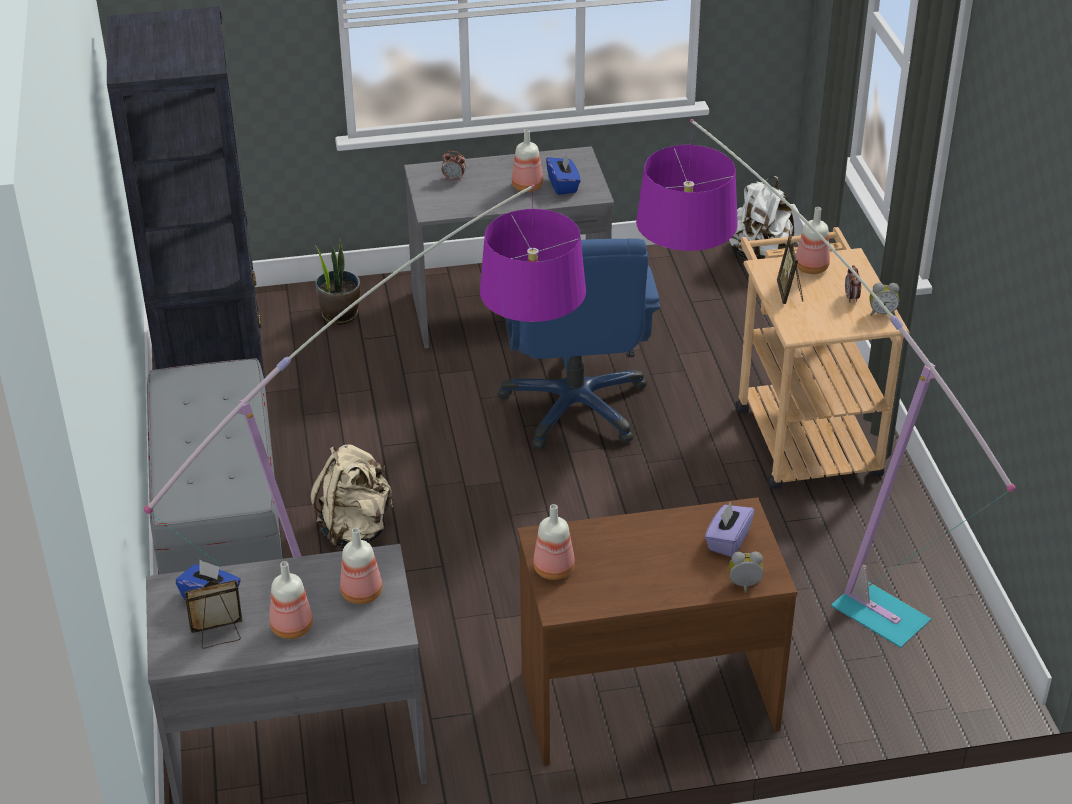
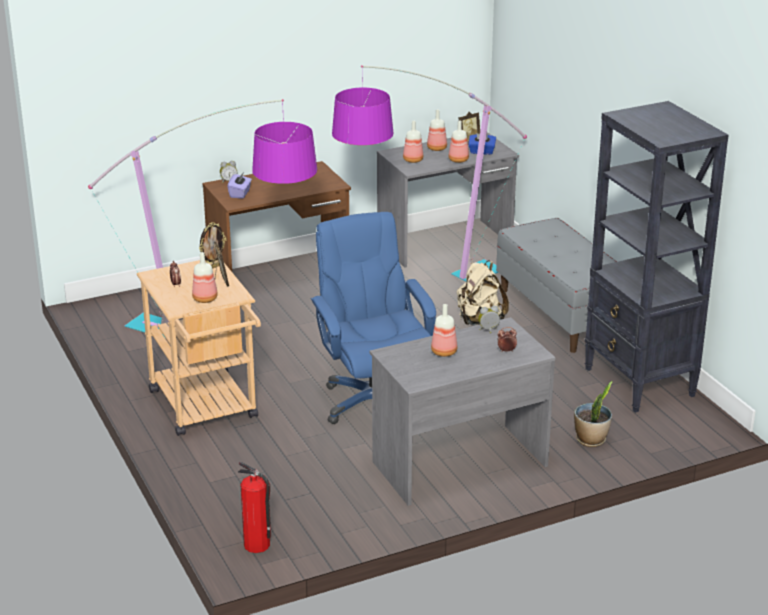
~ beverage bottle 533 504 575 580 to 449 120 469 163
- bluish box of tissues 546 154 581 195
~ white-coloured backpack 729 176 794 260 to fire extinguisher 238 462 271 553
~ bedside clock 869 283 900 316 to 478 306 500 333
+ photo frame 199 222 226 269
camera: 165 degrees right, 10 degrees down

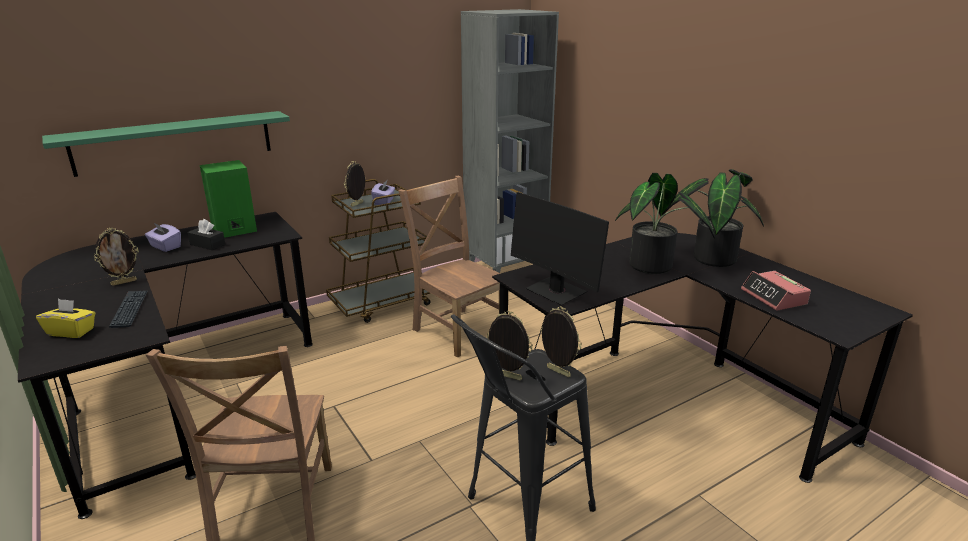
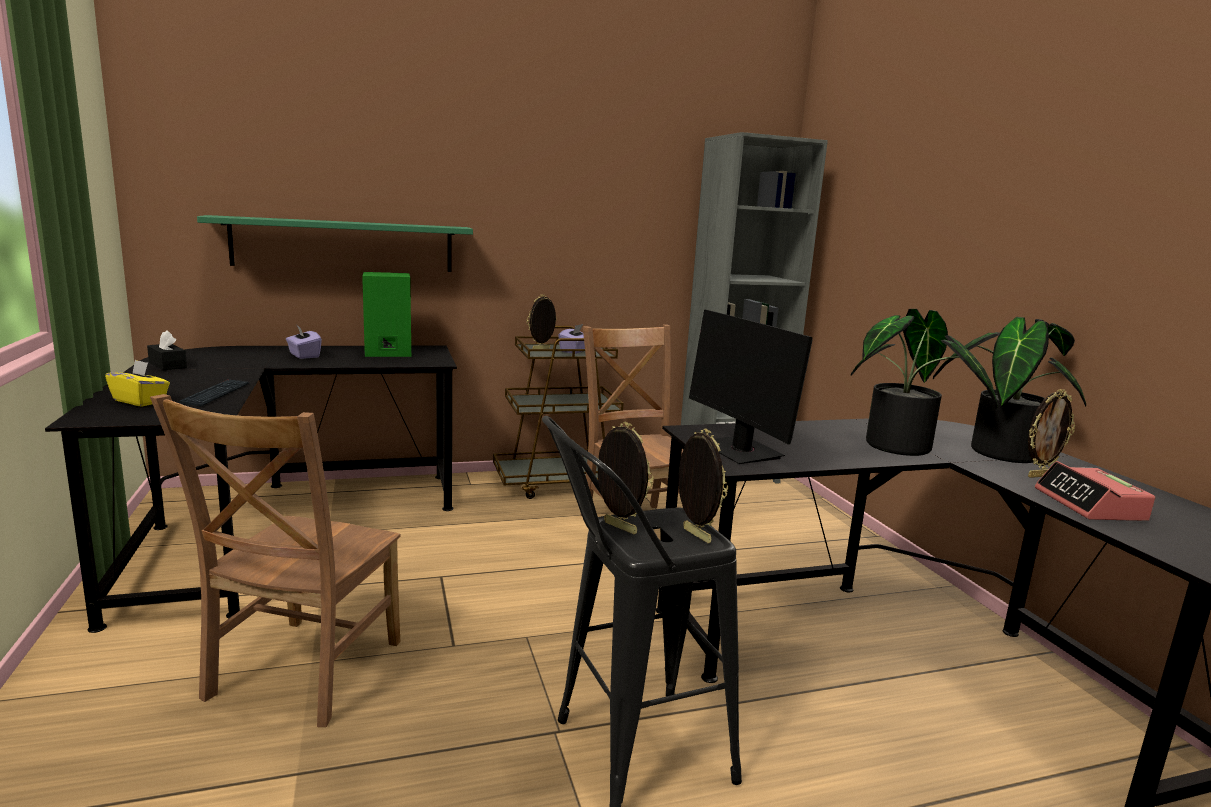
~ photo frame 94 228 139 286 to 1028 389 1075 478
~ blackish box of tissues 188 219 225 250 to 147 330 187 370
camera: 15 degrees right, 10 degrees down

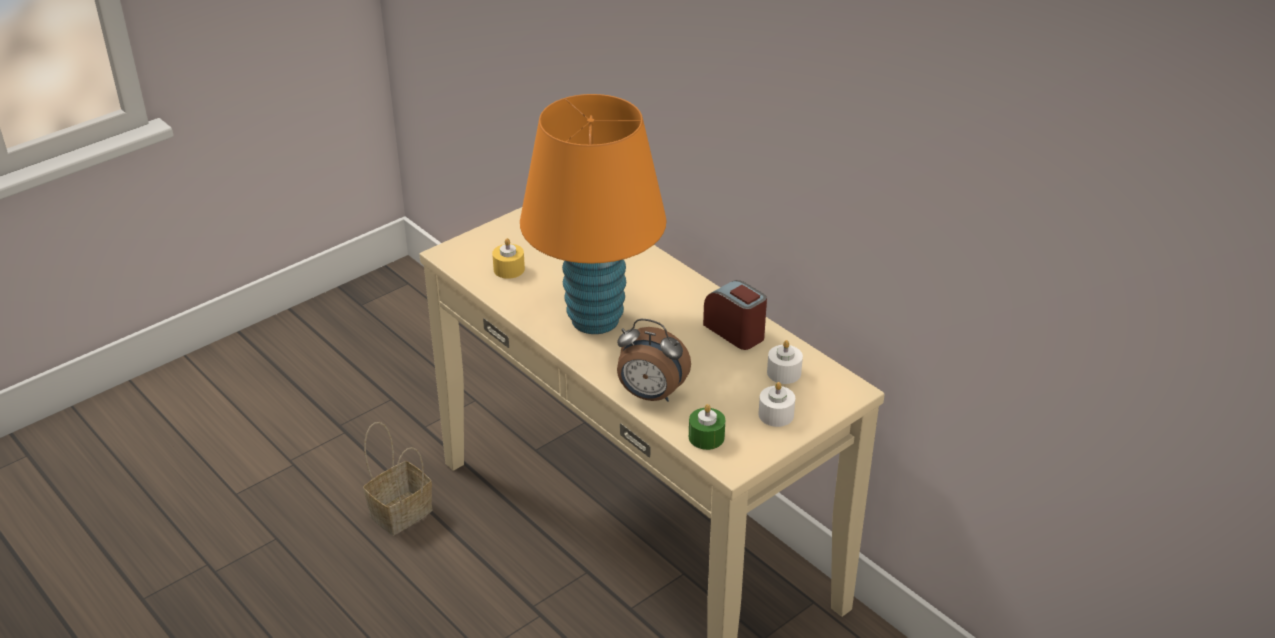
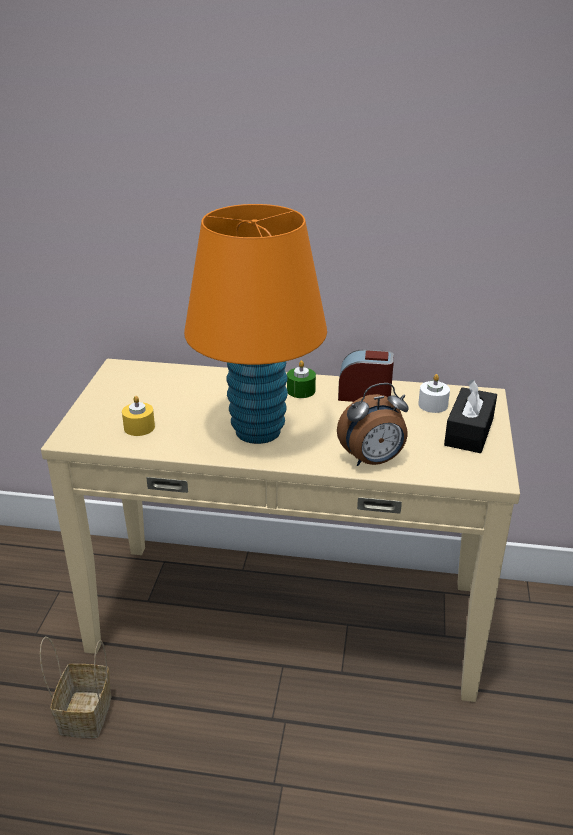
~ green candle 689 404 725 450 to 287 360 316 398
~ white-coloured candle 759 382 795 427 to blackish box of tissues 444 379 497 453
camera: 40 degrees left, 5 degrees down

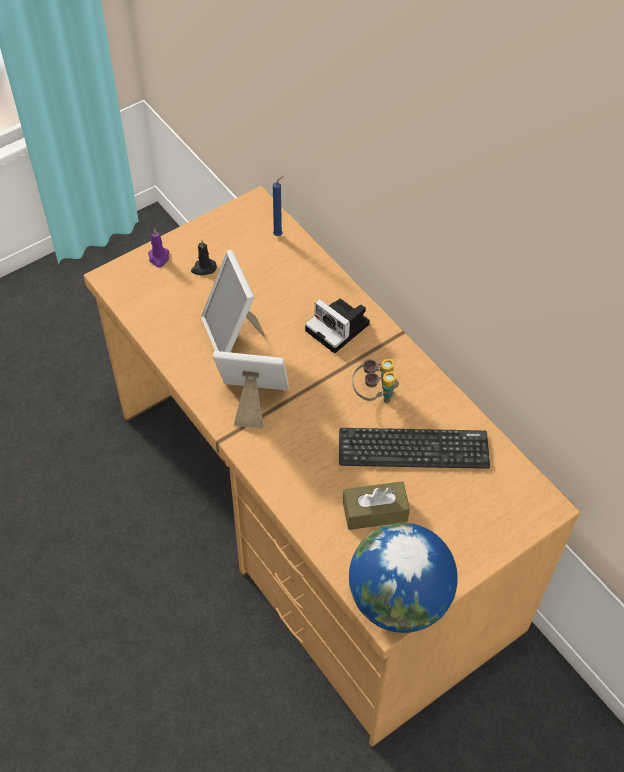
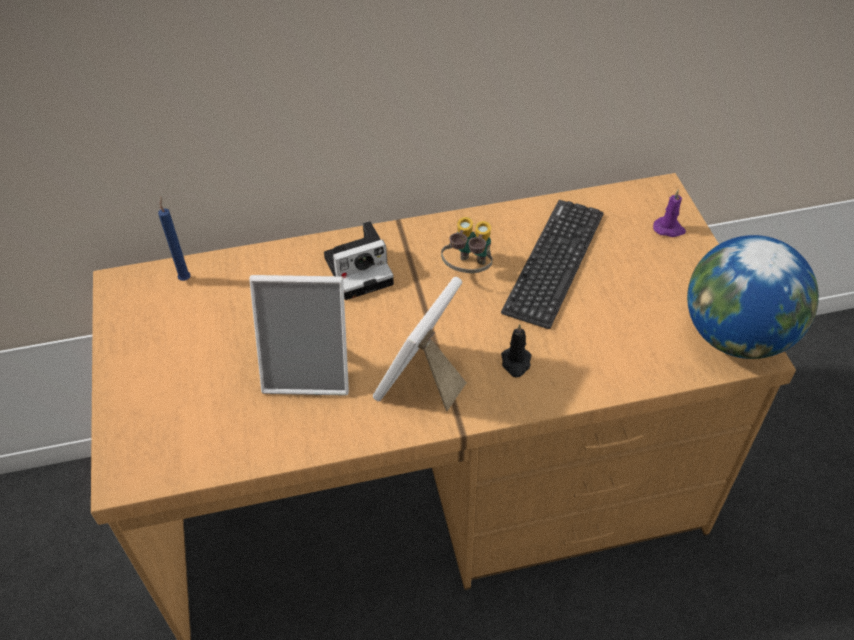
~ purplish candle 148 228 169 268 to 653 189 686 237
~ blackish candle 191 240 217 276 to 501 324 531 378
- brownish box of tissues 343 481 410 530
camera: 65 degrees left, 5 degrees down

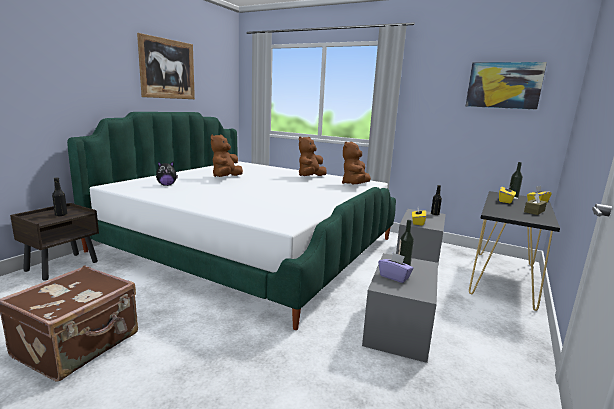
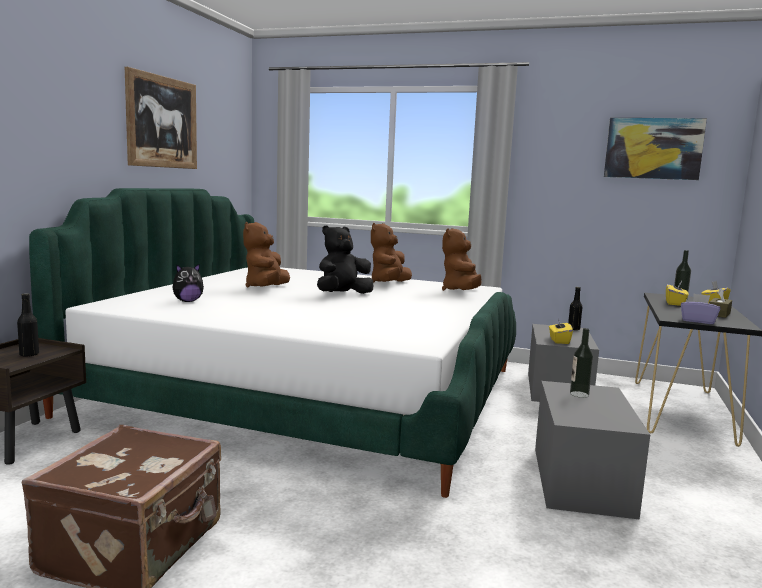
~ purplish box of tissues 378 253 414 283 to 681 293 721 324
+ blackish soft toy 317 225 373 294
camera: 10 degrees left, 5 degrees down

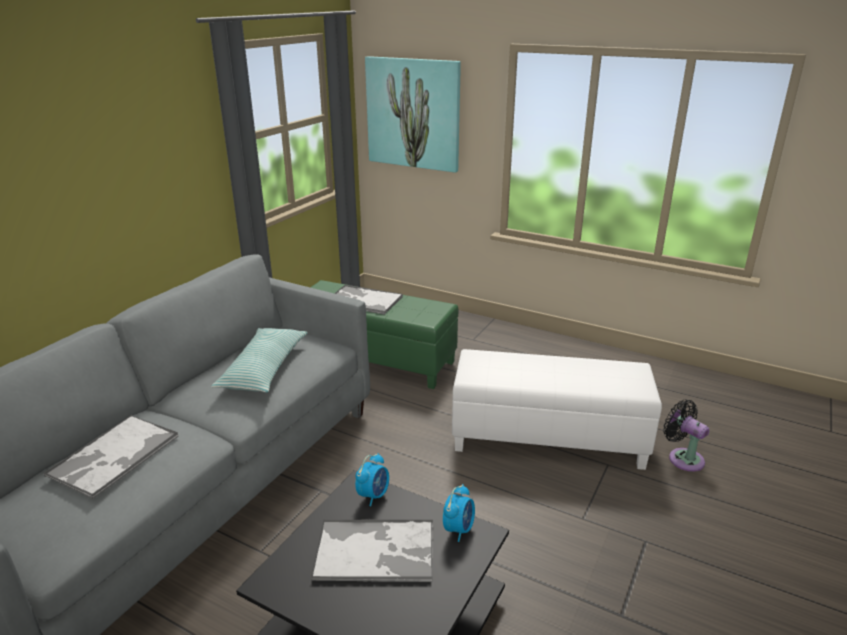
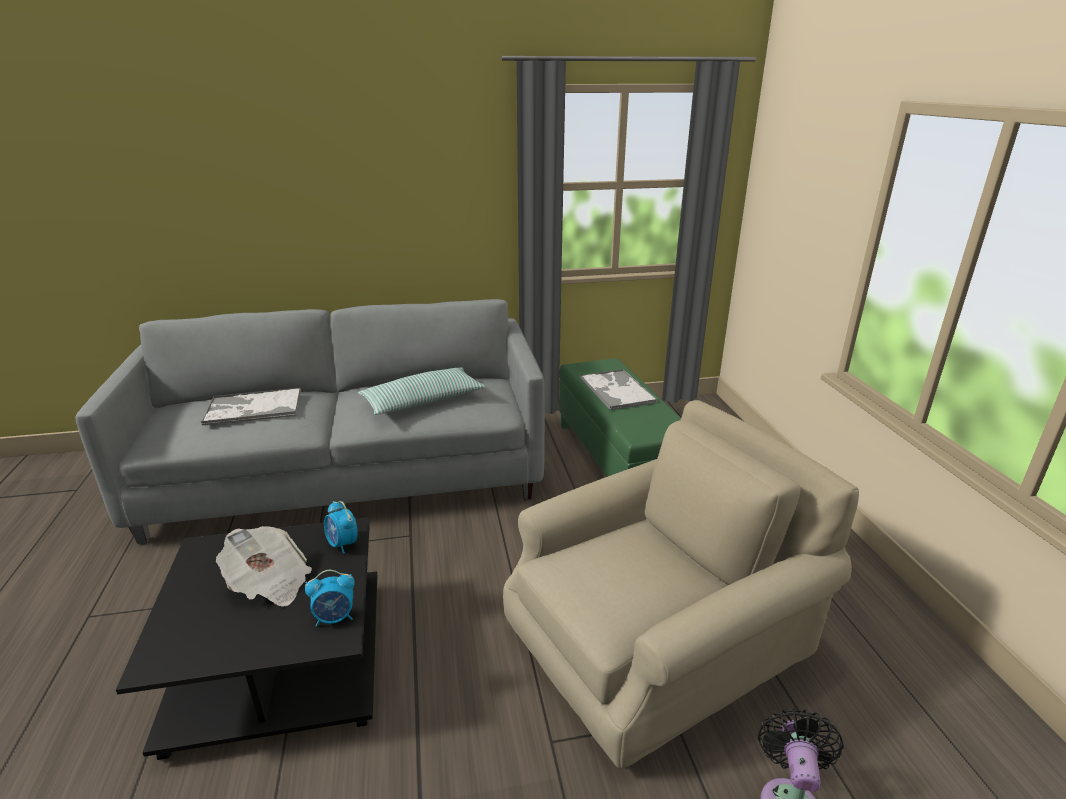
~ tray 311 520 433 582 to printed paper 216 526 312 607
~ bedside clock 355 453 389 506 = 324 501 358 554 60 degrees clockwise
- wall picture 365 56 461 173
~ white-coloured footrest 452 349 662 470 to beige-coloured armchair 503 400 859 768
camera: 50 degrees right, 0 degrees up

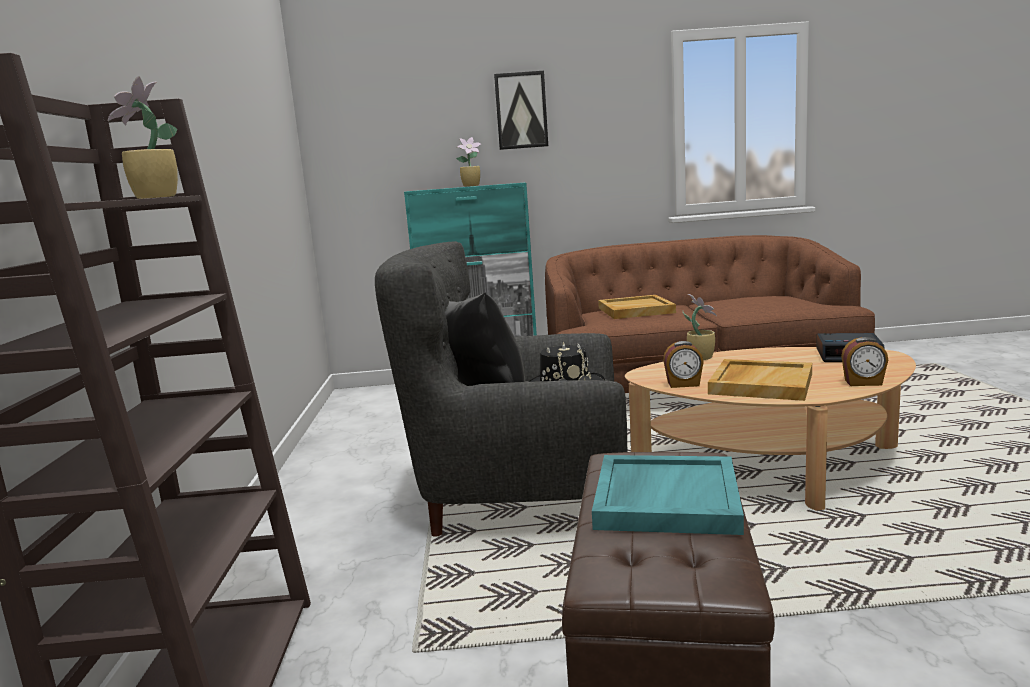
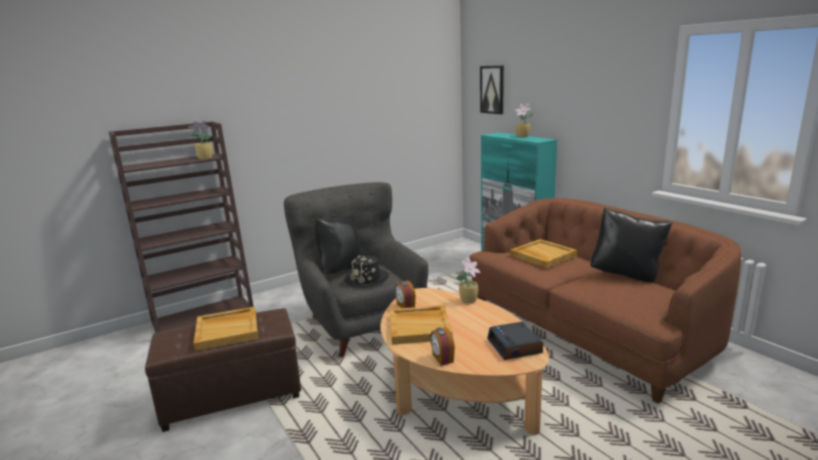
~ wall picture 494 71 548 150 to 480 66 504 114
~ blue-green tray 592 455 744 535 to beige-coloured tray 193 307 258 351
+ blackish cushion 590 207 673 283
camera: 60 degrees right, 5 degrees up

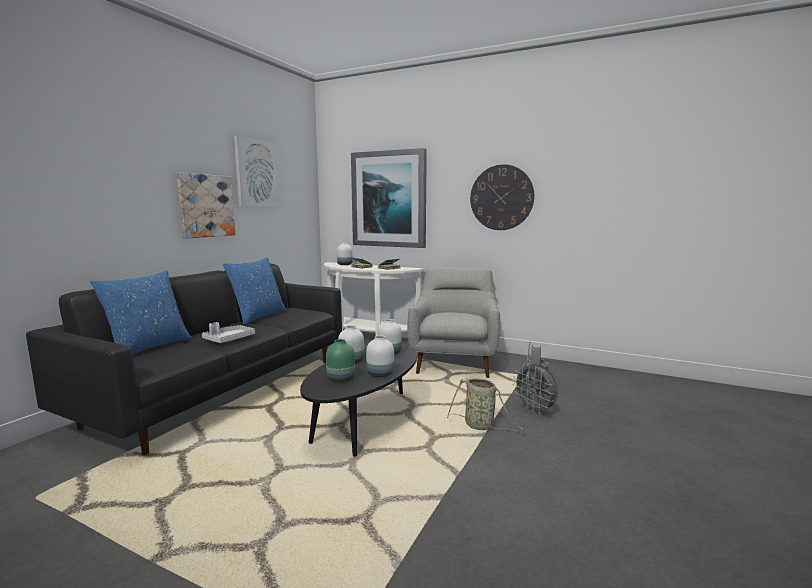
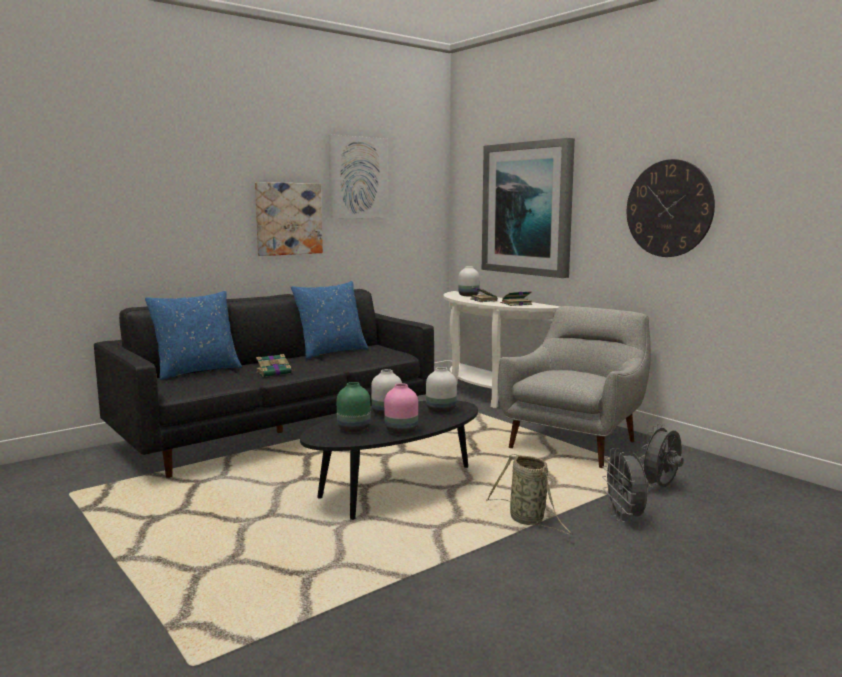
~ greyish tray 202 322 255 343 to bound book 256 354 295 377
~ white-coloured vase 366 335 394 377 to pinkish vase 384 383 418 434
camera: 25 degrees right, 0 degrees up

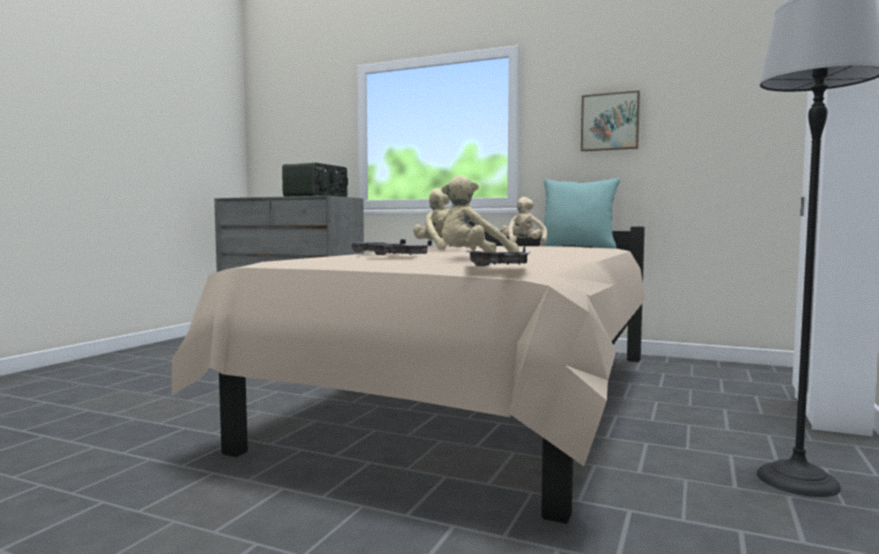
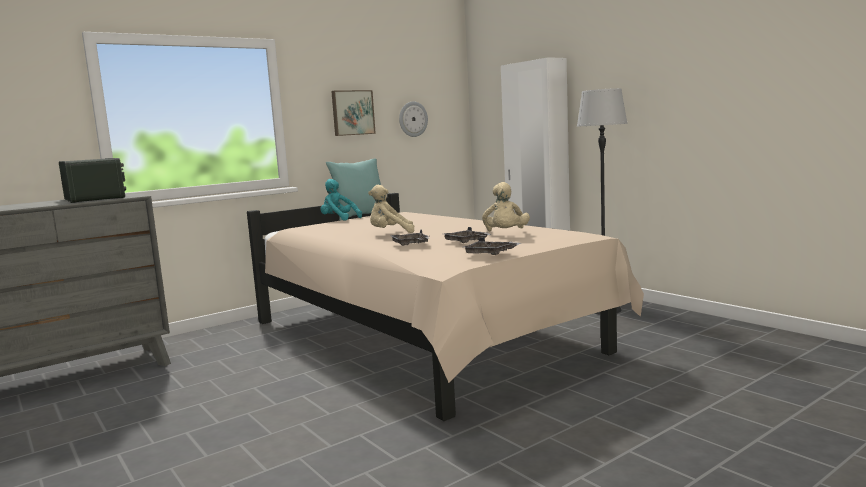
~ greyish tray 466 246 530 266 to 463 237 521 255
~ beige-coloured soft toy 501 197 547 246 to blue-green soft toy 320 179 362 220
+ hanging clock 399 101 428 137
camera: 60 degrees left, 5 degrees up

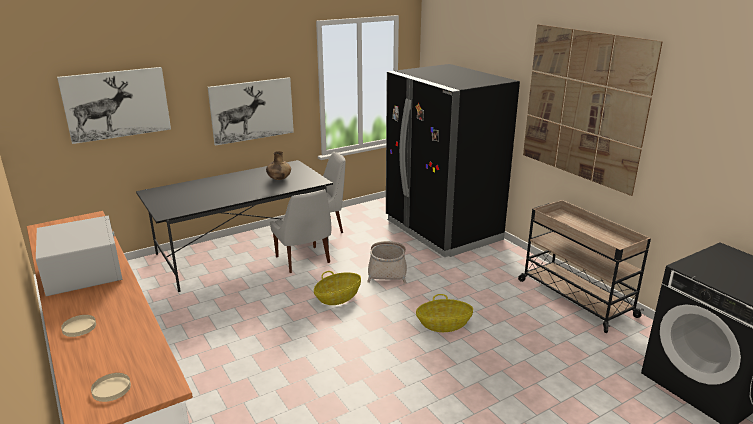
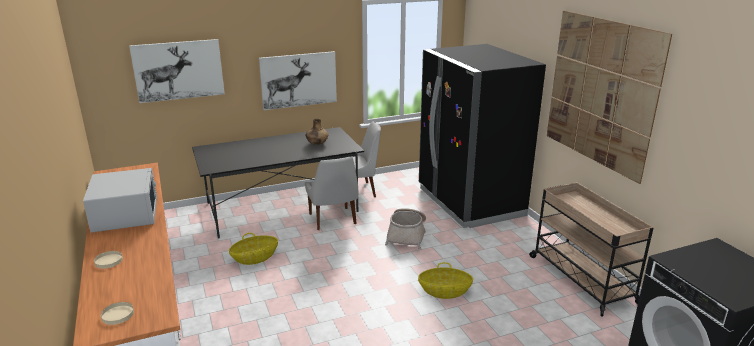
~ household basket 314 271 361 305 to 229 233 278 265
camera: 10 degrees right, 0 degrees up

